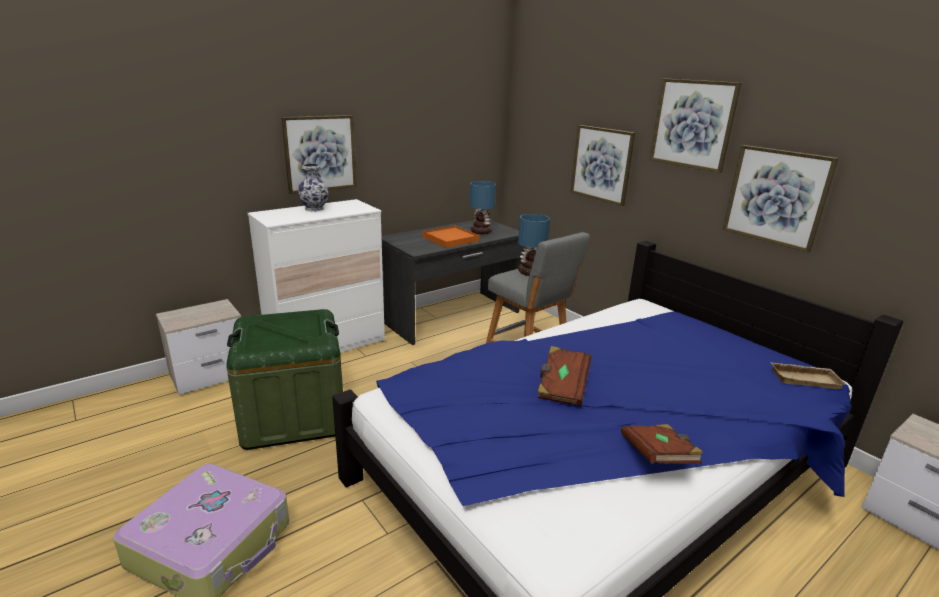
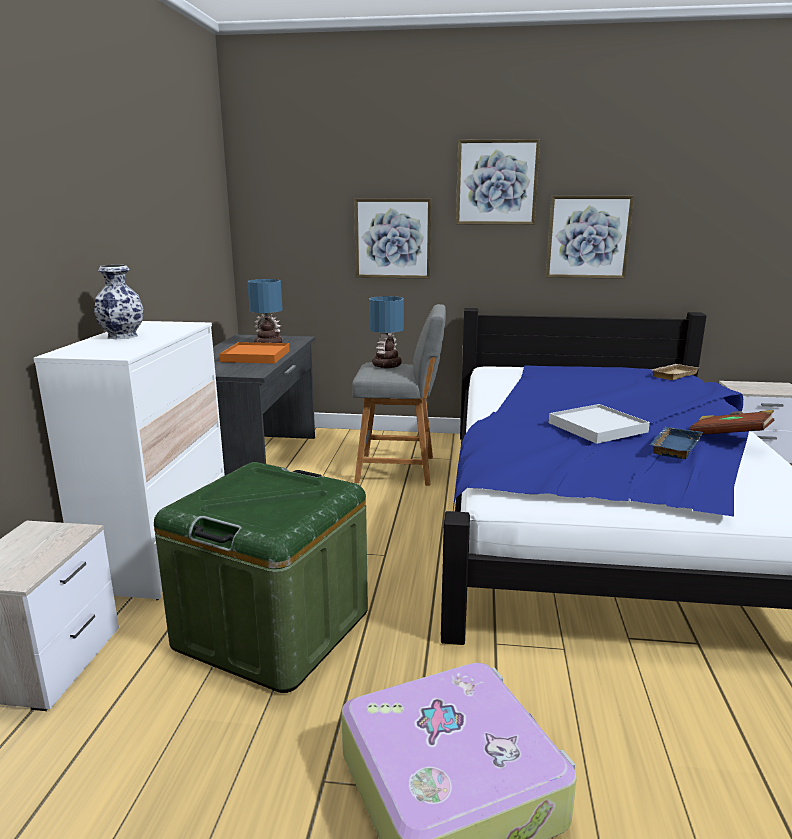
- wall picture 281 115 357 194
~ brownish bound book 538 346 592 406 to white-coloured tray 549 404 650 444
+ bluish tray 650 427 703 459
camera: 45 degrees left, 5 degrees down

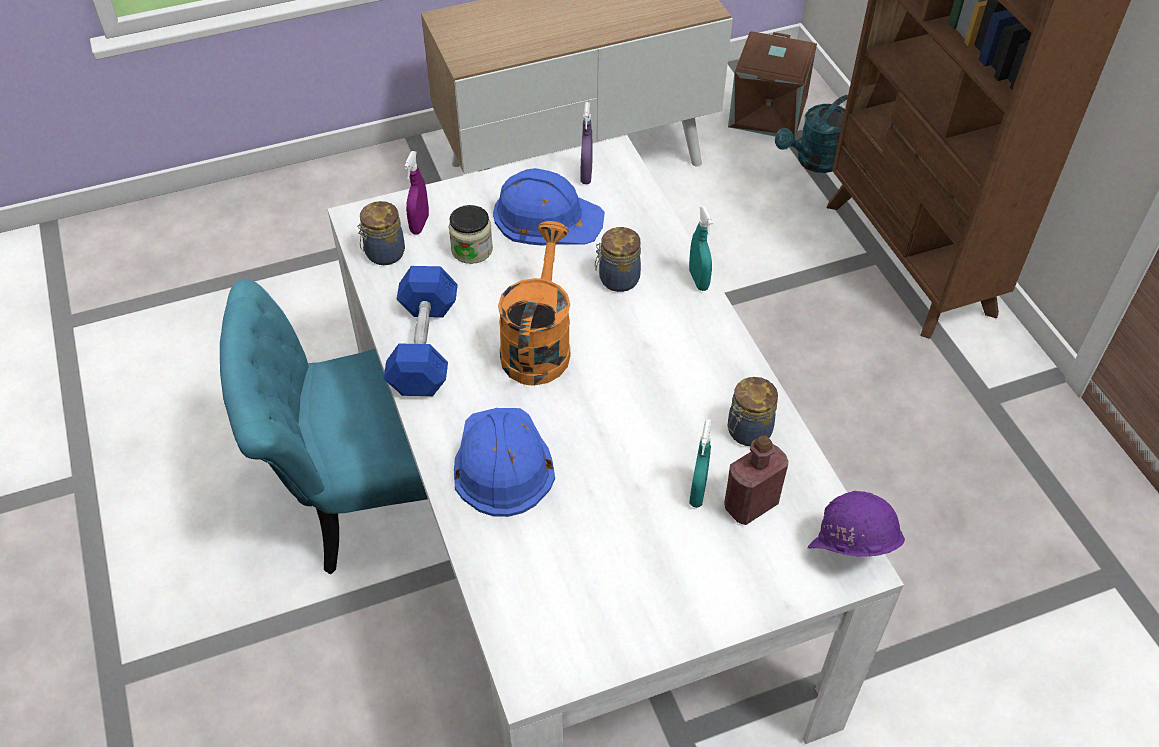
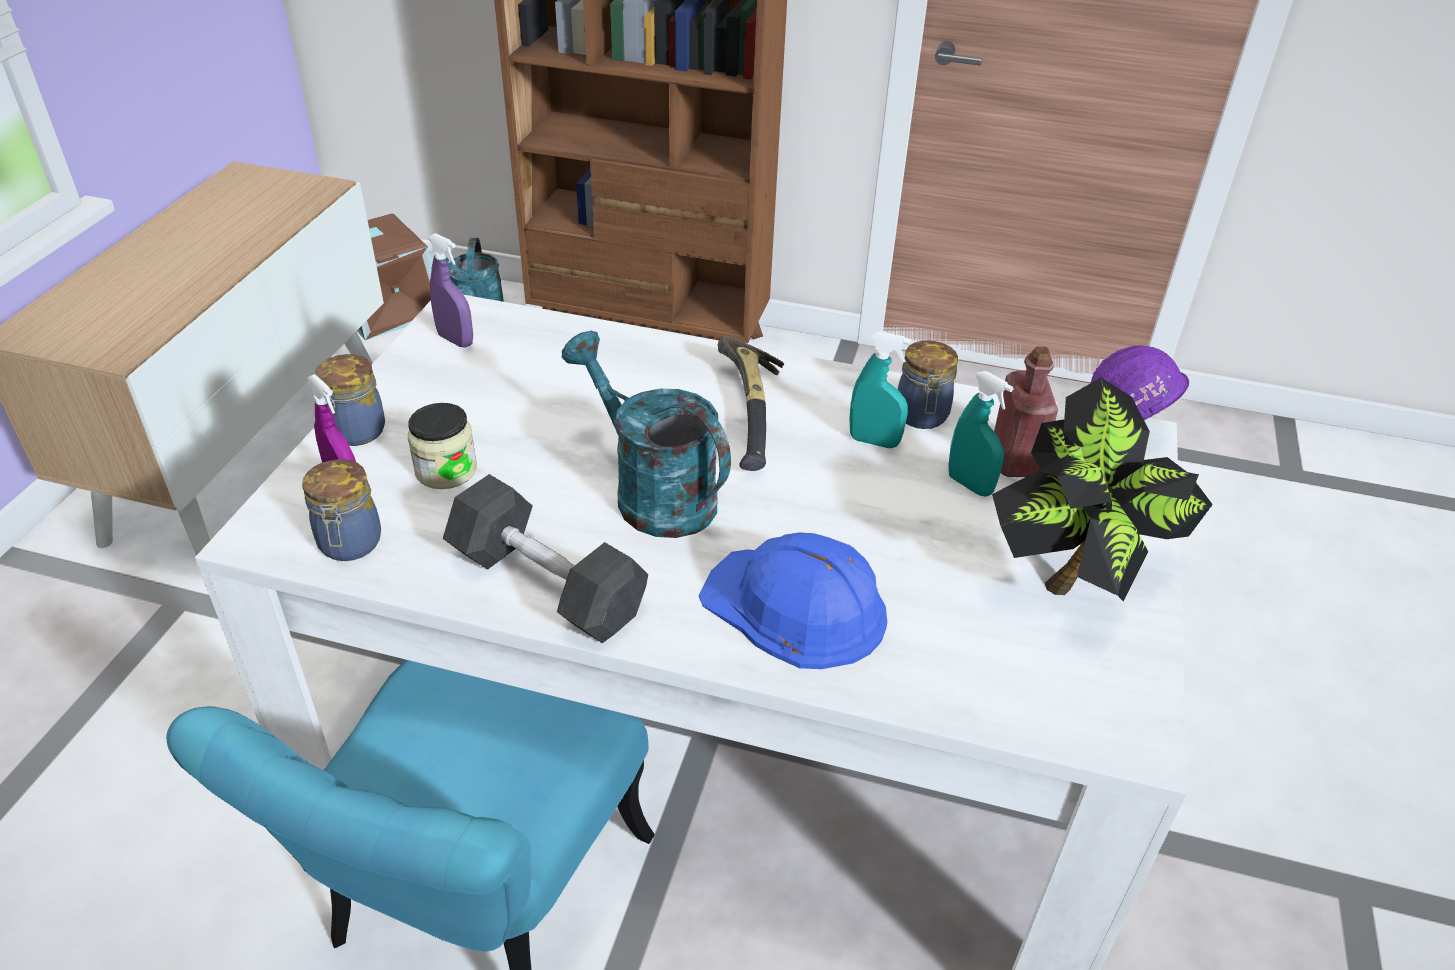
~ bluish free weight 383 266 458 396 to greyish free weight 443 474 648 643
- bluish work helmet 493 168 605 246
~ orange-coloured watering pot 498 221 570 385 to blue-green watering pot 562 331 731 538
~ storage jar 595 227 641 292 to 315 354 385 446
~ blue-green spray bottle 689 206 713 291 to 849 331 912 448
+ hammer 718 335 784 471
+ plant in a pot 992 378 1213 601
camera: 55 degrees left, 10 degrees down

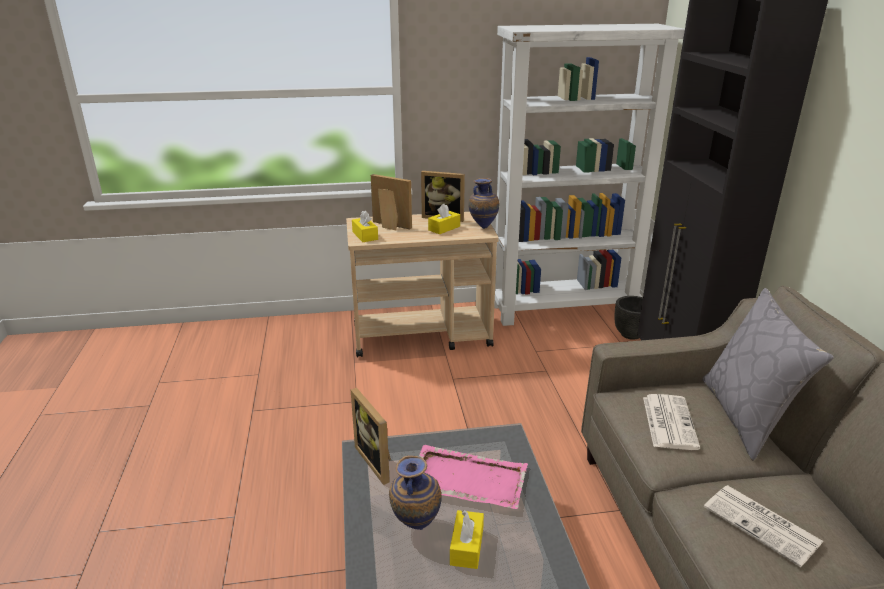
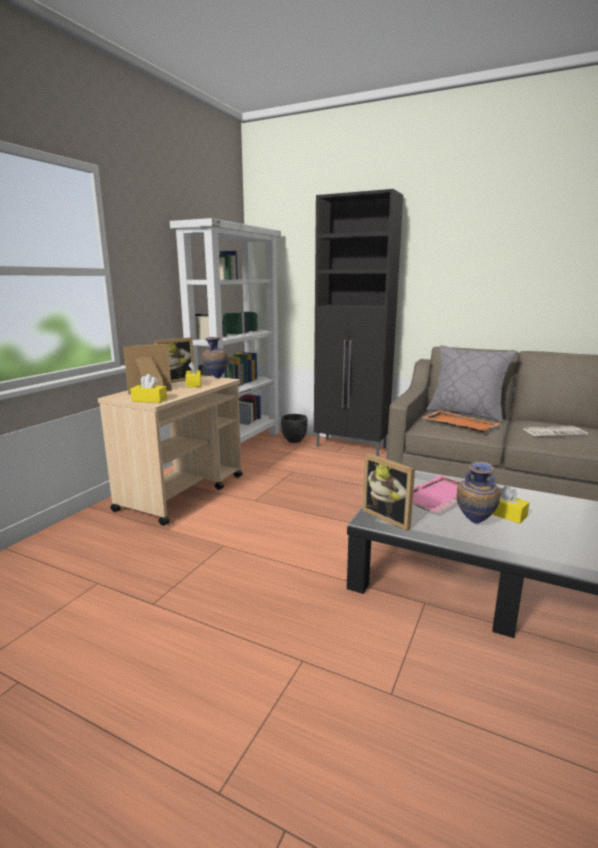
~ photo frame 351 388 391 485 = 362 453 415 531 45 degrees clockwise
~ printed paper 643 394 700 450 to orange-coloured tray 421 410 501 433
camera: 55 degrees left, 10 degrees down

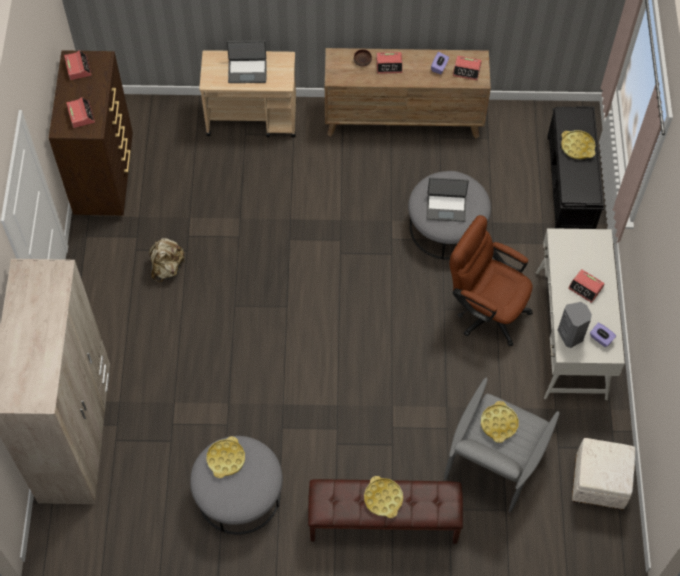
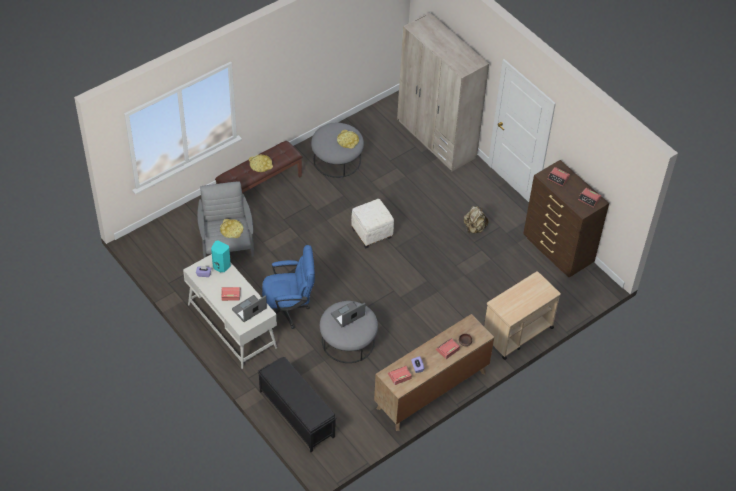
~ notebook computer 227 41 267 83 to 232 295 267 322
~ brownish desk chair 449 215 533 347 to bluish desk chair 262 245 315 329
~ greyish loudspeaker 558 302 592 348 to blue-green loudspeaker 211 240 231 272
- yellow-coloured tray 561 130 596 159
~ white-coloured footrest 572 438 635 510 to 351 199 394 249
camera: 140 degrees right, 10 degrees down

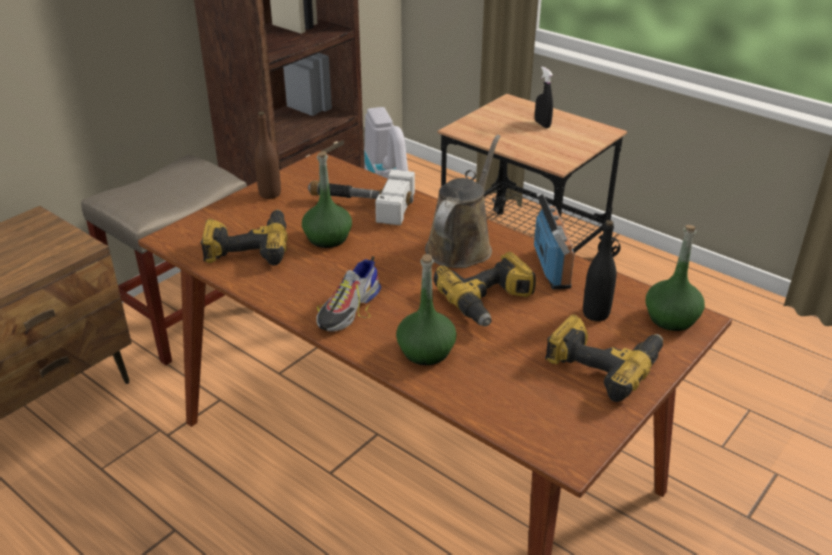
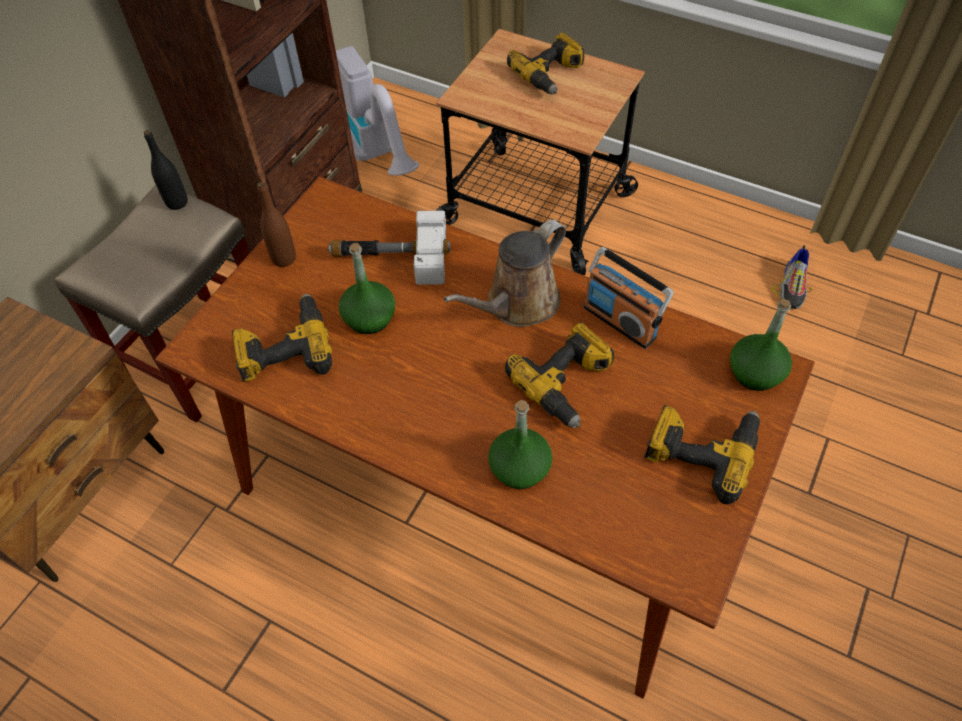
~ shoe 314 256 381 332 to 772 245 812 309
~ brownish watering pot 425 135 500 268 = 444 220 566 327 150 degrees counterclockwise
~ radio receiver 534 192 575 289 = 583 247 673 349 150 degrees clockwise
~ blackish spray bottle 535 66 553 128 to drill 507 33 584 95
~ blackish beverage bottle 583 220 617 321 to 144 130 188 210
camera: 10 degrees left, 20 degrees up

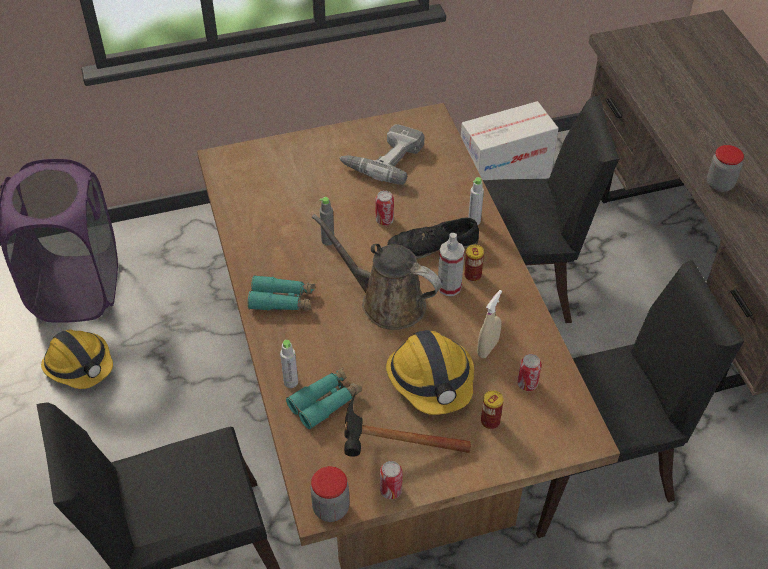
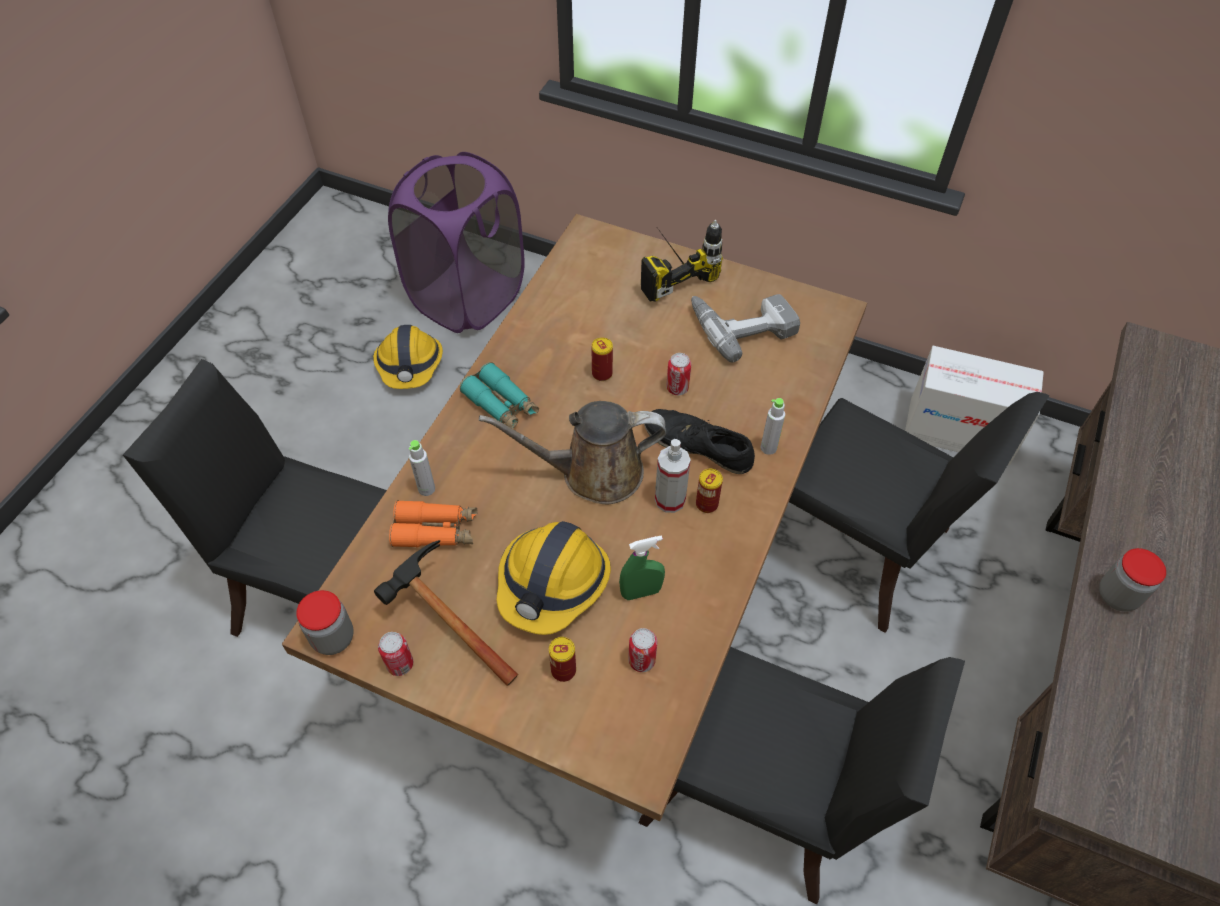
~ blue-green field glasses 286 367 362 429 to orange-coloured field glasses 389 500 478 547
~ brownish watering pot 312 214 442 330 = 479 401 666 504 75 degrees counterclockwise
~ greyish beverage bottle 320 197 334 245 to sealed can 591 337 613 381
~ beige-coloured spray bottle 477 290 502 358 to green spray bottle 619 536 665 600
+ drill 641 220 723 302
camera: 40 degrees right, 5 degrees up

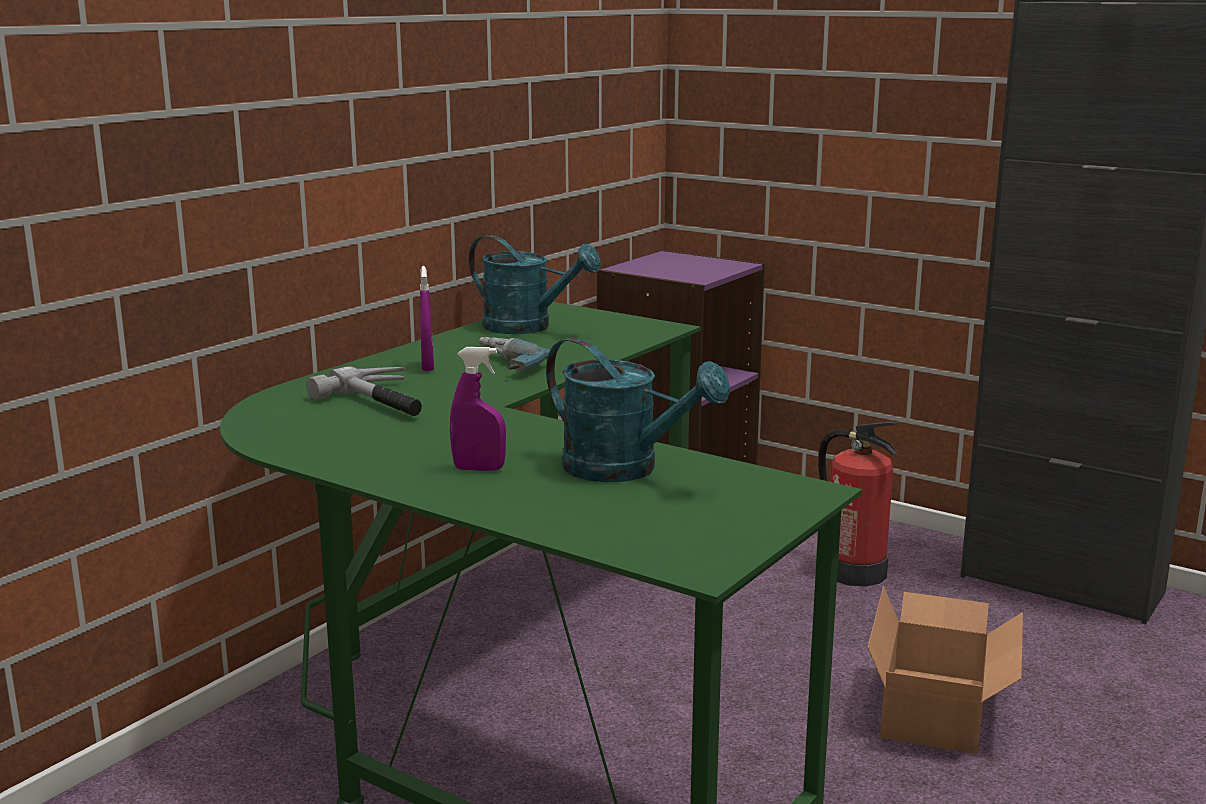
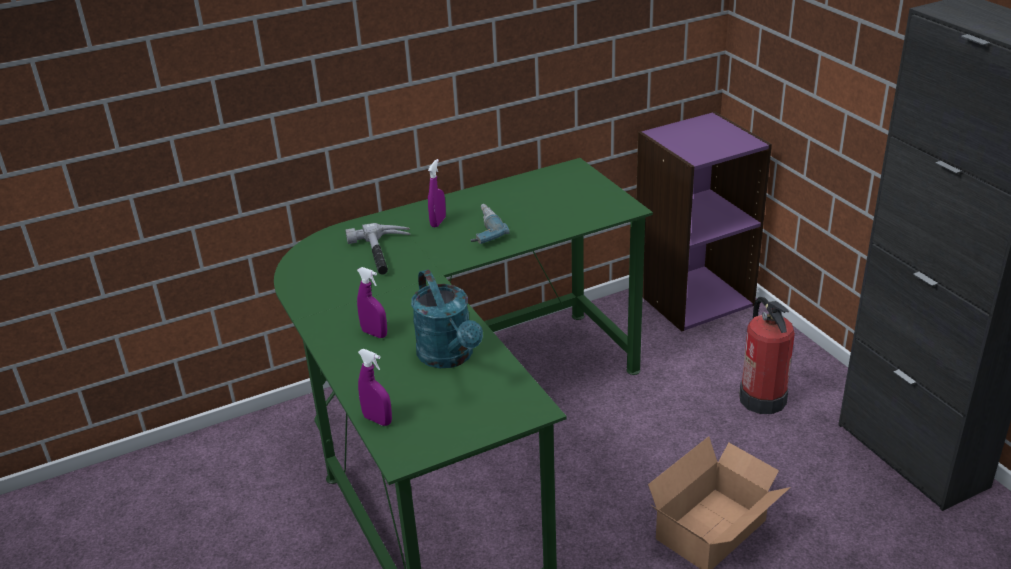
- blue-green watering pot 469 235 601 334
+ purplish spray bottle 358 349 392 426
camera: 30 degrees right, 15 degrees up

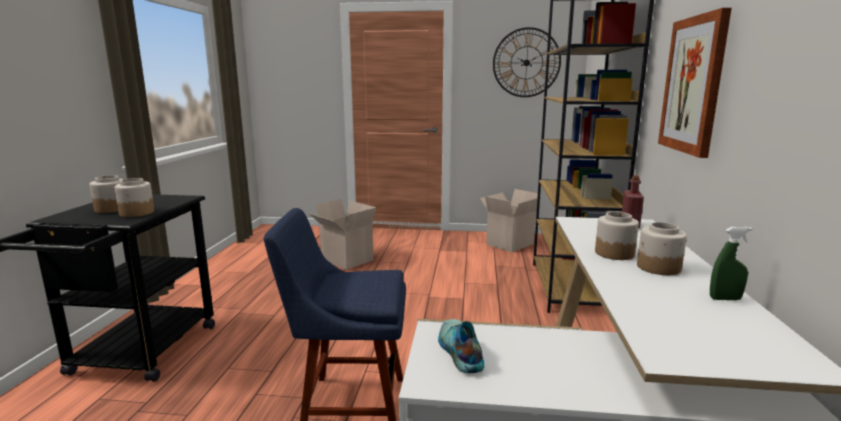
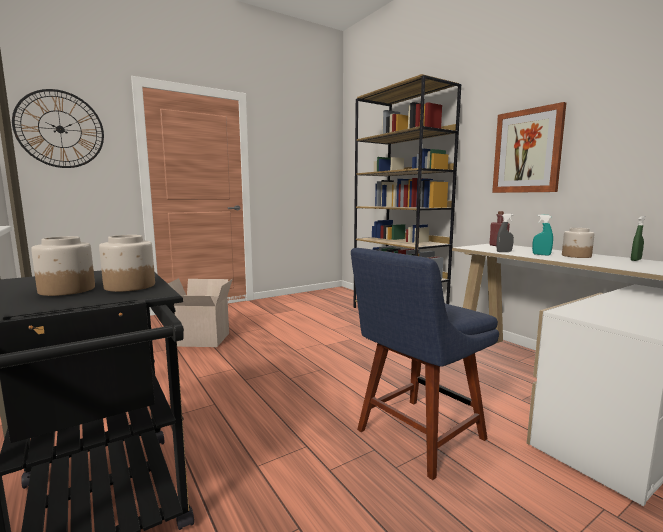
- shoe 438 319 484 373
- carton 480 189 541 252
~ hanging clock 493 27 561 97 to 12 89 104 168
~ storage jar 595 211 639 260 to blue-green spray bottle 532 214 553 256
+ greyish spray bottle 496 214 514 252
camera: 40 degrees left, 5 degrees down

